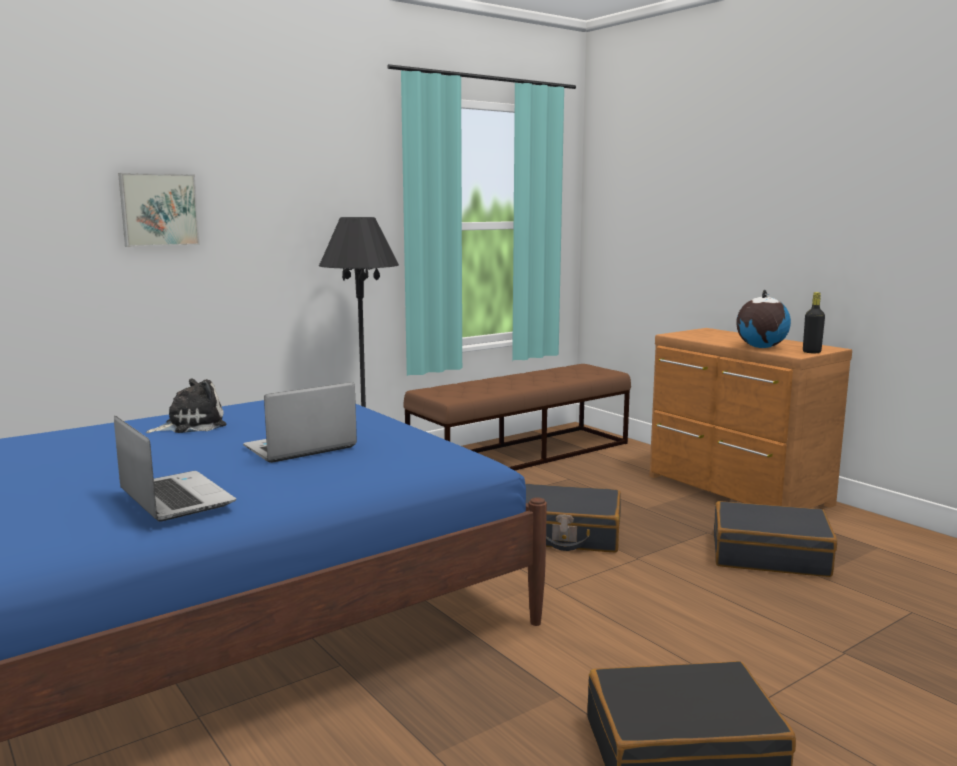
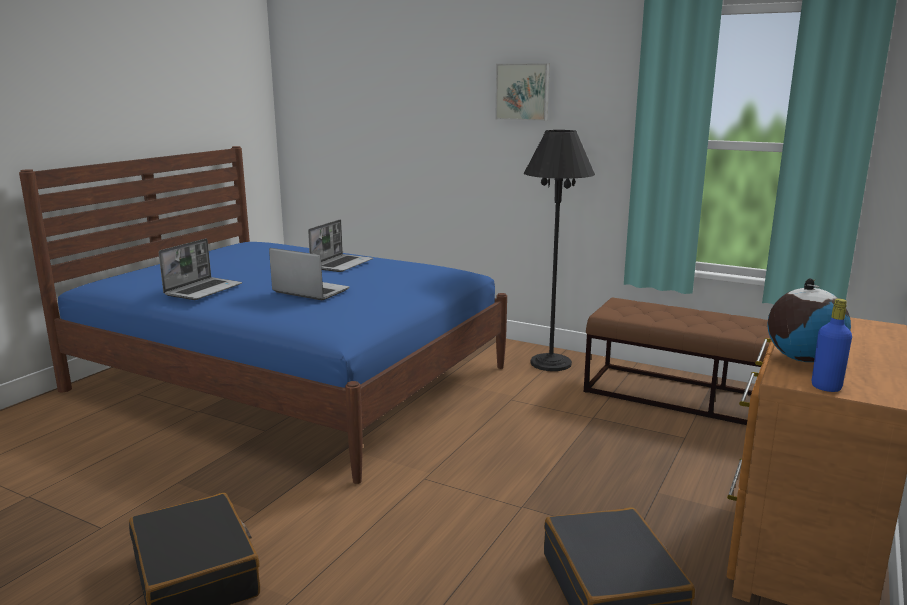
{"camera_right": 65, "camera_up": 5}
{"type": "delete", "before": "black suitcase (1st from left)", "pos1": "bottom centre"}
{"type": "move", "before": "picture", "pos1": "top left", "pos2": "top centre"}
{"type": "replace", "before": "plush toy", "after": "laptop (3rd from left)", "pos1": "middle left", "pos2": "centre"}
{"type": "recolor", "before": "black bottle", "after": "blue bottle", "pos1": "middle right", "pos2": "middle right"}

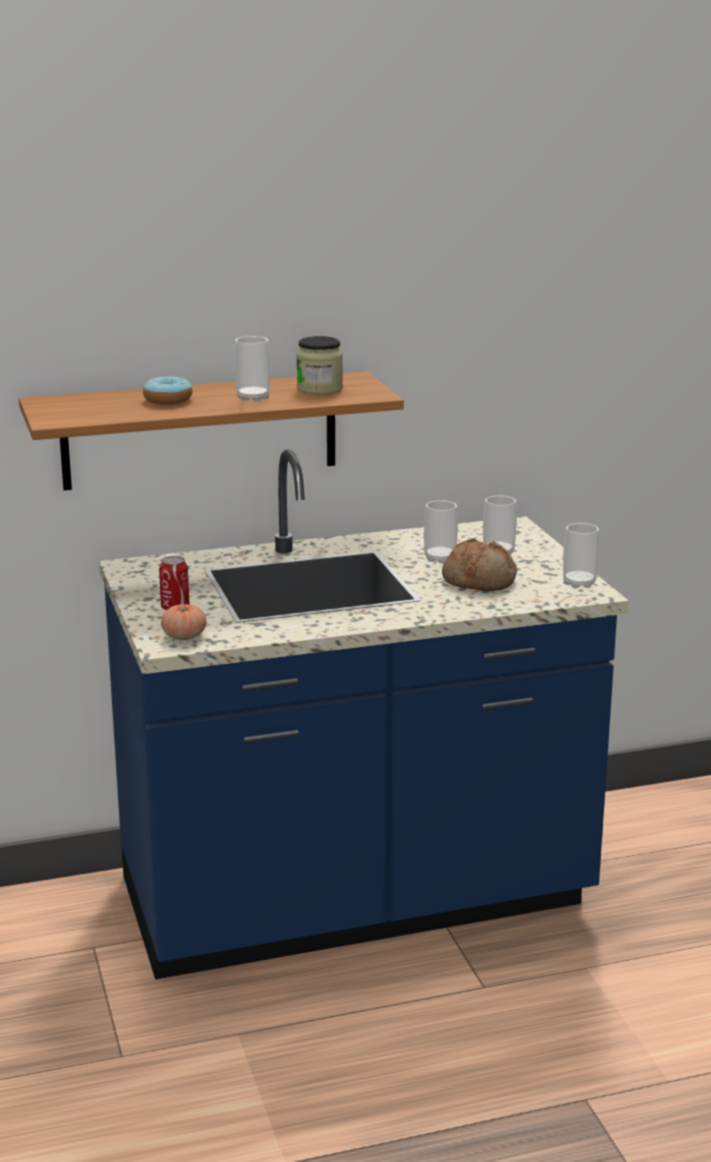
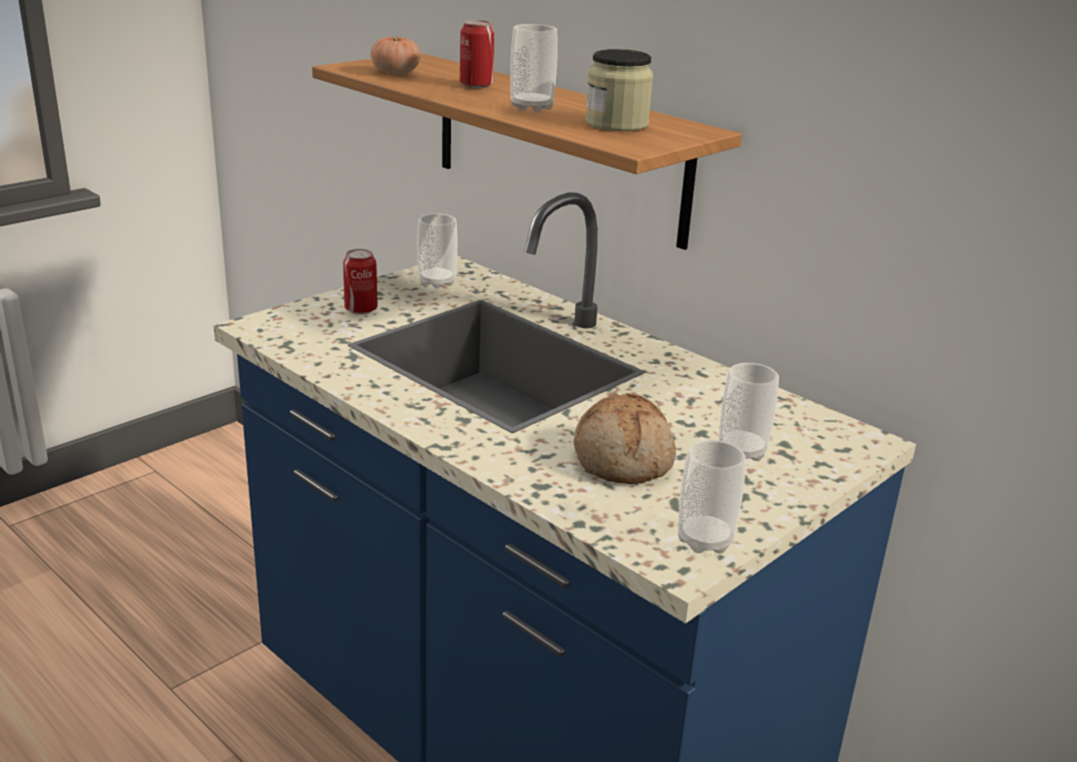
{"camera_right": 60, "camera_up": 5}
{"type": "move", "before": "tomato", "pos1": "middle left", "pos2": "top centre"}
{"type": "move", "before": "cup (2nd from left in the first image)", "after": "cup (1st from left)", "pos1": "centre", "pos2": "top centre"}
{"type": "replace", "before": "donut", "after": "can (2nd from left)", "pos1": "middle left", "pos2": "top centre"}

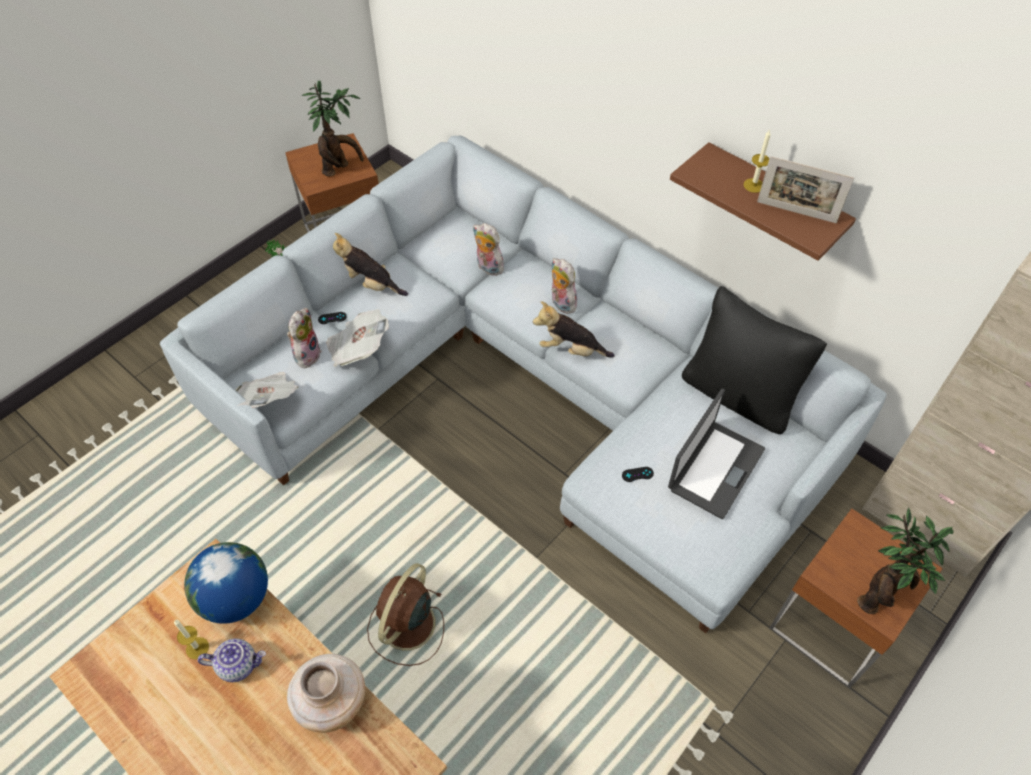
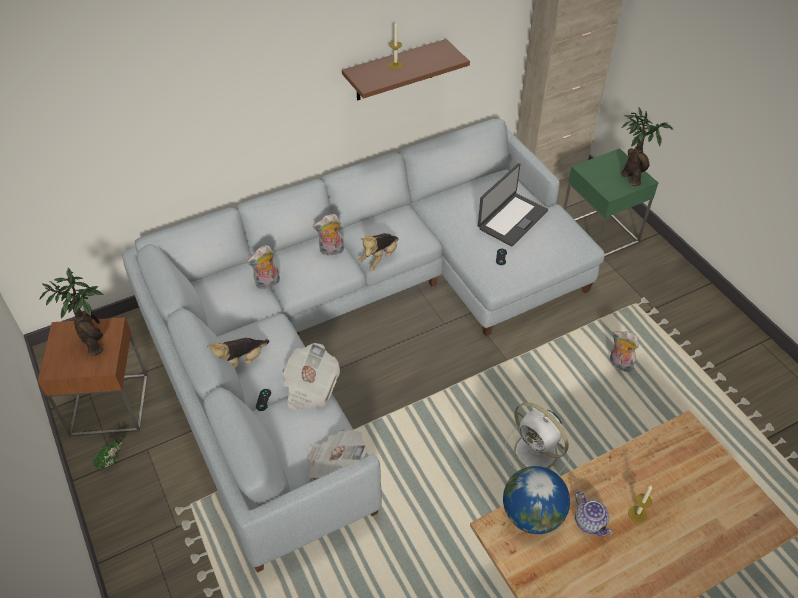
{"camera_right": -70, "camera_up": -5}
{"type": "delete", "before": "beige vase", "pos1": "bottom left"}
{"type": "delete", "before": "black pillow", "pos1": "middle right"}
{"type": "delete", "before": "picture frame", "pos1": "top right"}
{"type": "move", "before": "candle (1st from left in the first image)", "after": "candle (2nd from left)", "pos1": "bottom left", "pos2": "bottom right"}
{"type": "move", "before": "plush toy (1st from left in the first image)", "after": "plush toy (5th from left)", "pos1": "middle left", "pos2": "middle right"}
{"type": "recolor", "before": "brown fan", "after": "white fan", "pos1": "bottom centre", "pos2": "bottom right"}
{"type": "recolor", "before": "brown side table (2nd from left)", "after": "green side table", "pos1": "bottom right", "pos2": "middle right"}
{"type": "rotate", "before": "teapot", "pos1": "bottom left", "pos2": "bottom right", "turn": 135}
{"type": "rotate", "before": "laptop", "pos1": "middle right", "pos2": "centre", "turn": 75}

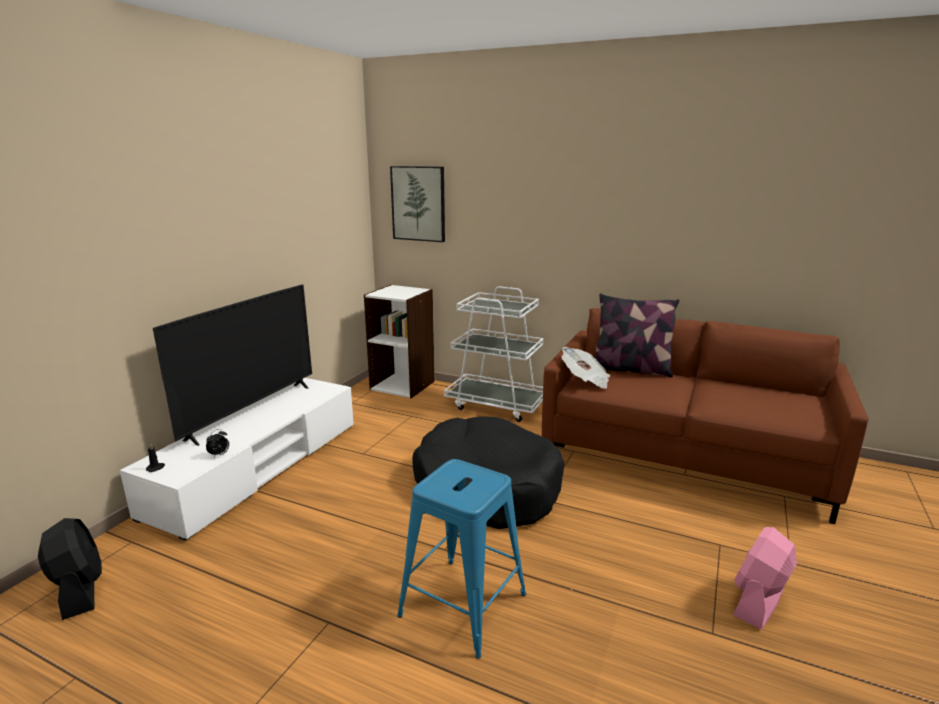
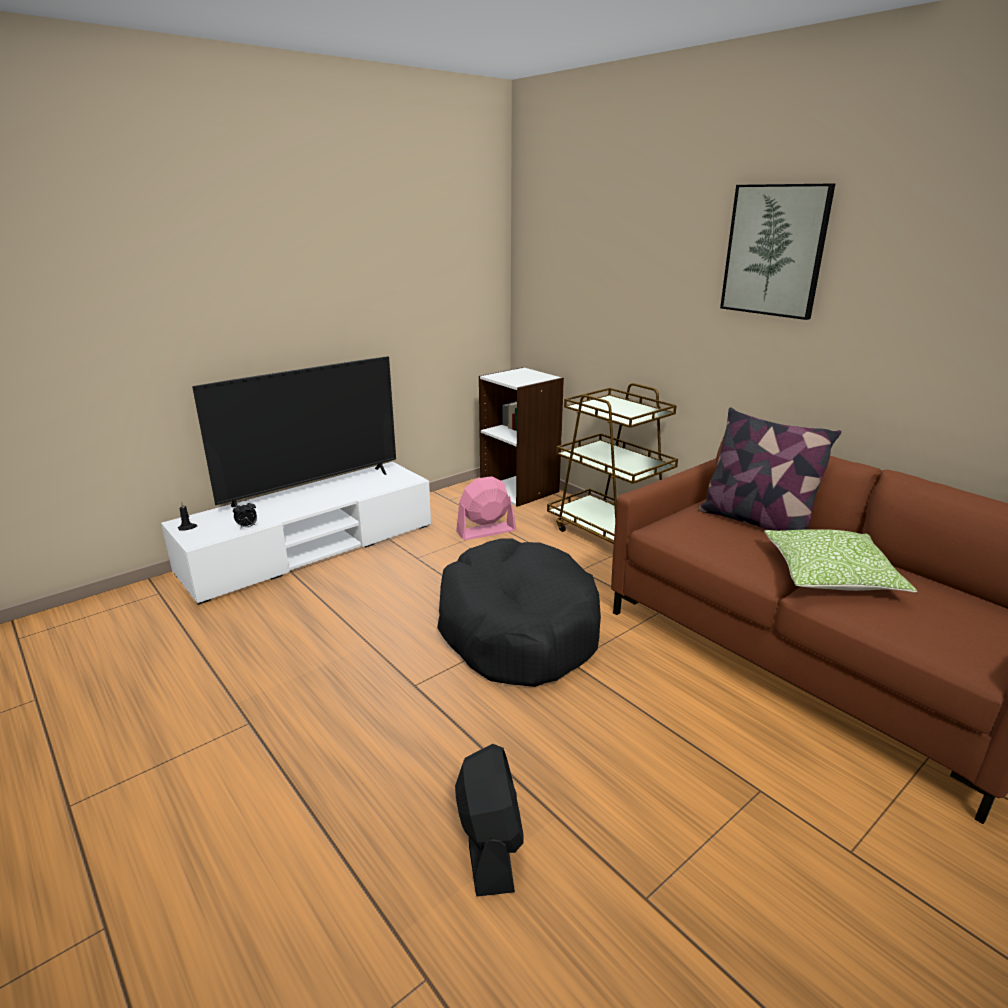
{"camera_right": 25, "camera_up": 5}
{"type": "delete", "before": "blue stool", "pos1": "bottom centre"}
{"type": "delete", "before": "newspaper", "pos1": "centre"}
{"type": "insert", "after": "pillow (2nd from left)", "pos2": "middle right"}
{"type": "move", "before": "black fan", "pos1": "bottom left", "pos2": "bottom centre"}
{"type": "move", "before": "picture", "pos1": "top centre", "pos2": "top right"}
{"type": "move", "before": "pink fan", "pos1": "bottom right", "pos2": "centre"}
{"type": "recolor", "before": "white cart", "after": "brown cart", "pos1": "centre", "pos2": "centre"}

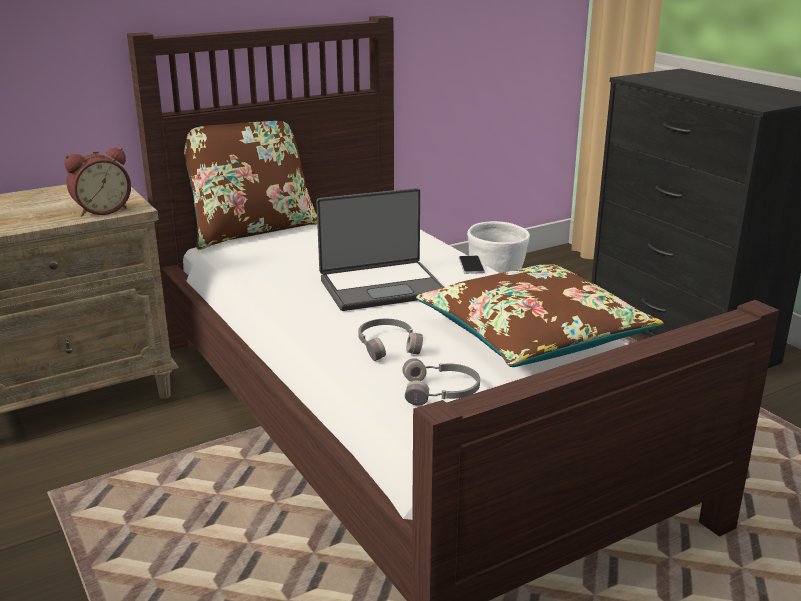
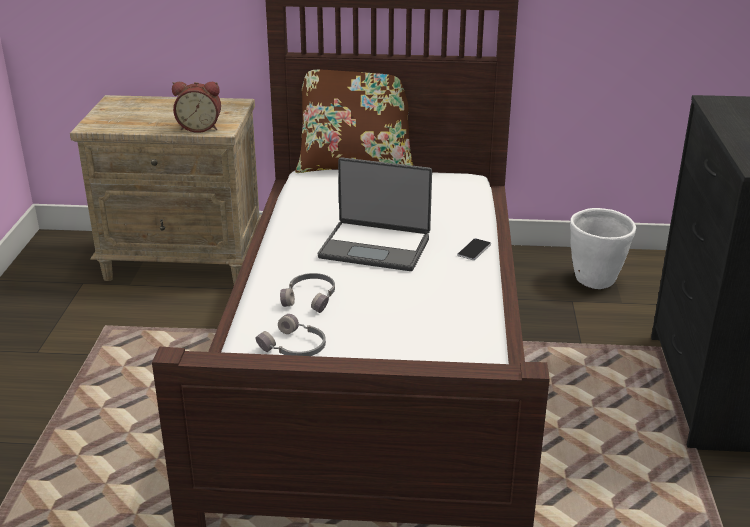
{"camera_right": 35, "camera_up": 5}
{"type": "delete", "before": "brown pillow (2nd from left)", "pos1": "middle right"}

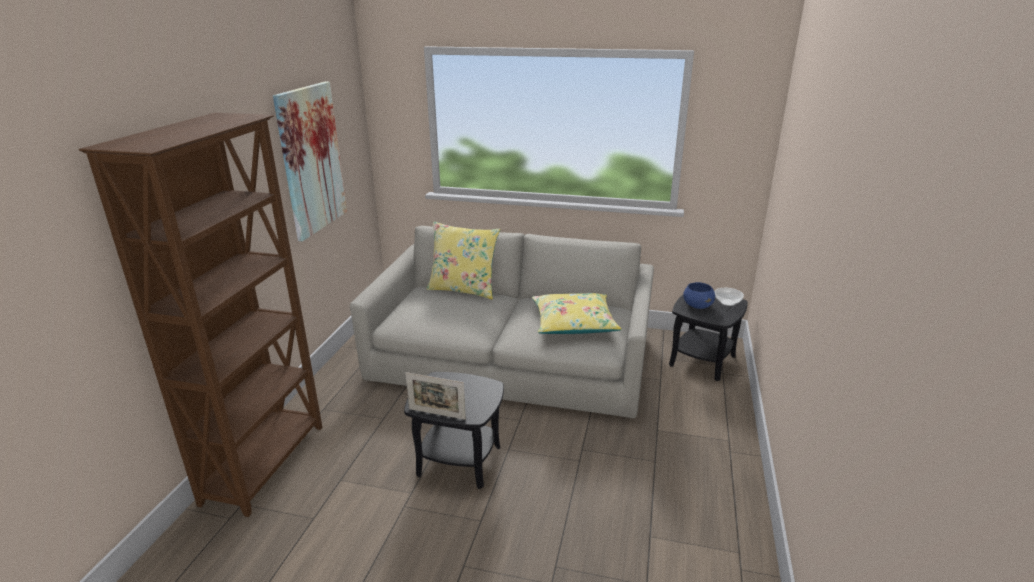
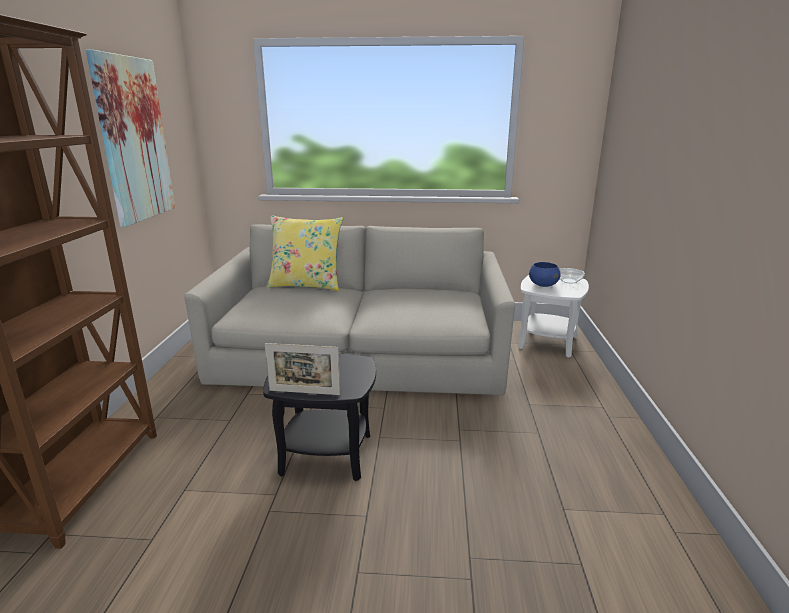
{"camera_right": -10, "camera_up": -5}
{"type": "delete", "before": "yellow pillow (2nd from left)", "pos1": "centre"}
{"type": "recolor", "before": "black side table (2nd from left)", "after": "white side table", "pos1": "middle right", "pos2": "middle right"}

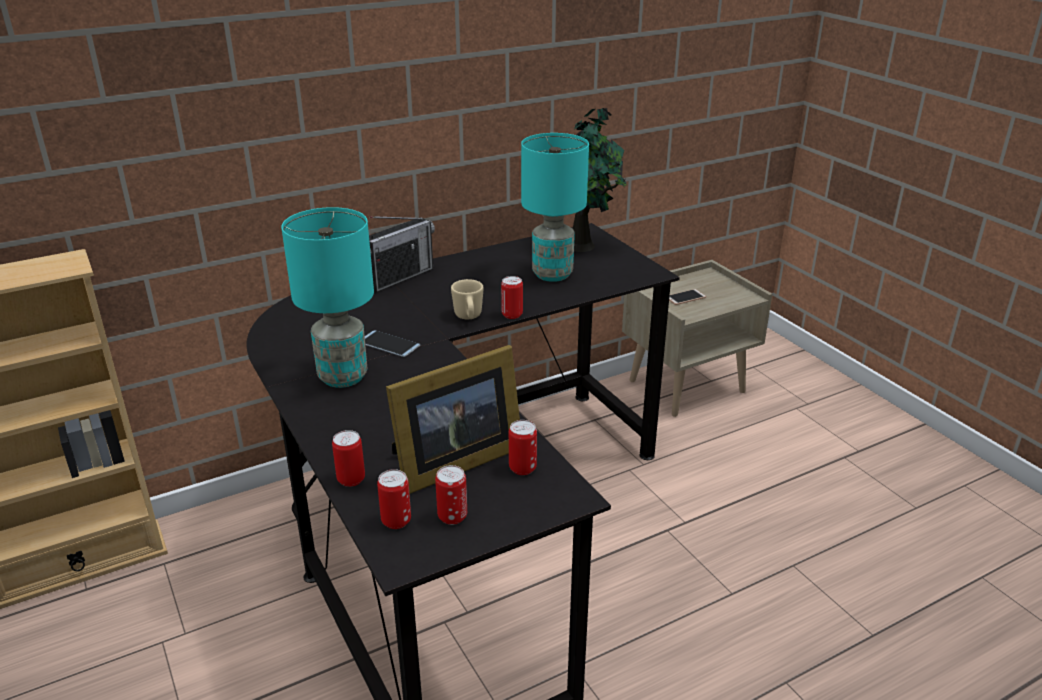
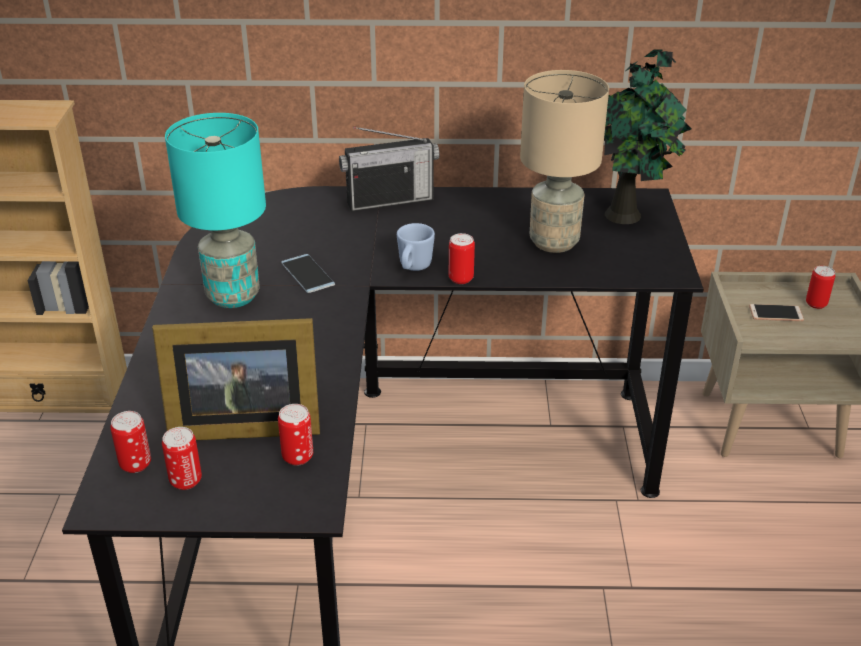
{"camera_right": 30, "camera_up": 5}
{"type": "move", "before": "can (1st from left in the first image)", "after": "can (5th from left)", "pos1": "centre", "pos2": "middle right"}
{"type": "recolor", "before": "beige mug", "after": "blue mug", "pos1": "centre", "pos2": "centre"}
{"type": "recolor", "before": "turquoise table lamp (2nd from left)", "after": "beige table lamp", "pos1": "top centre", "pos2": "top centre"}

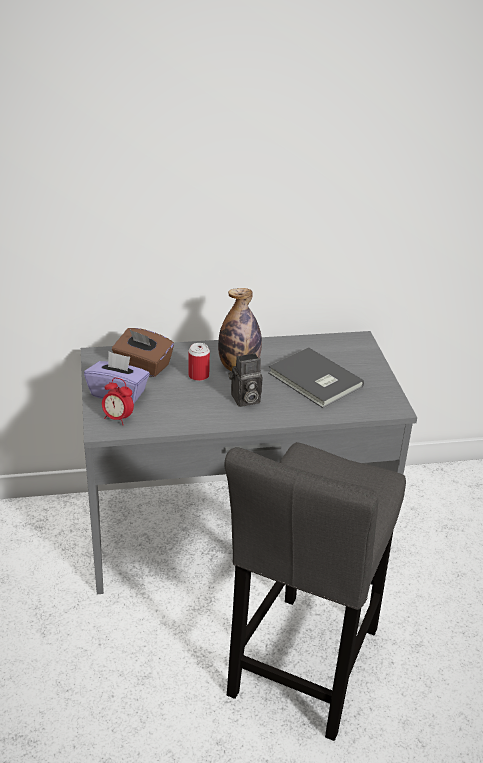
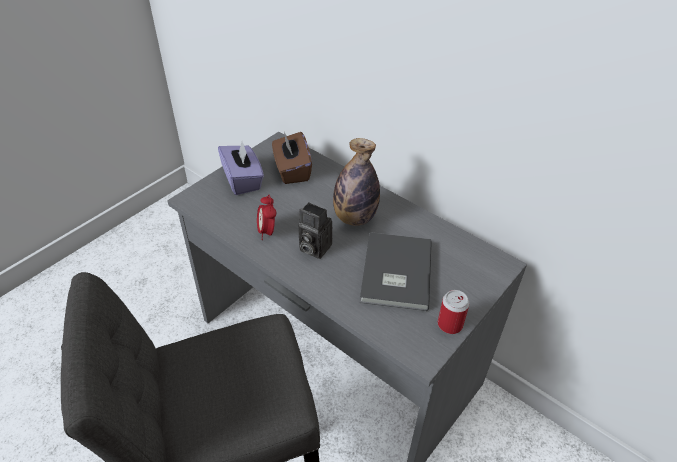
{"camera_right": 50, "camera_up": 10}
{"type": "move", "before": "alarm clock", "pos1": "middle left", "pos2": "centre"}
{"type": "move", "before": "can", "pos1": "centre", "pos2": "bottom right"}

